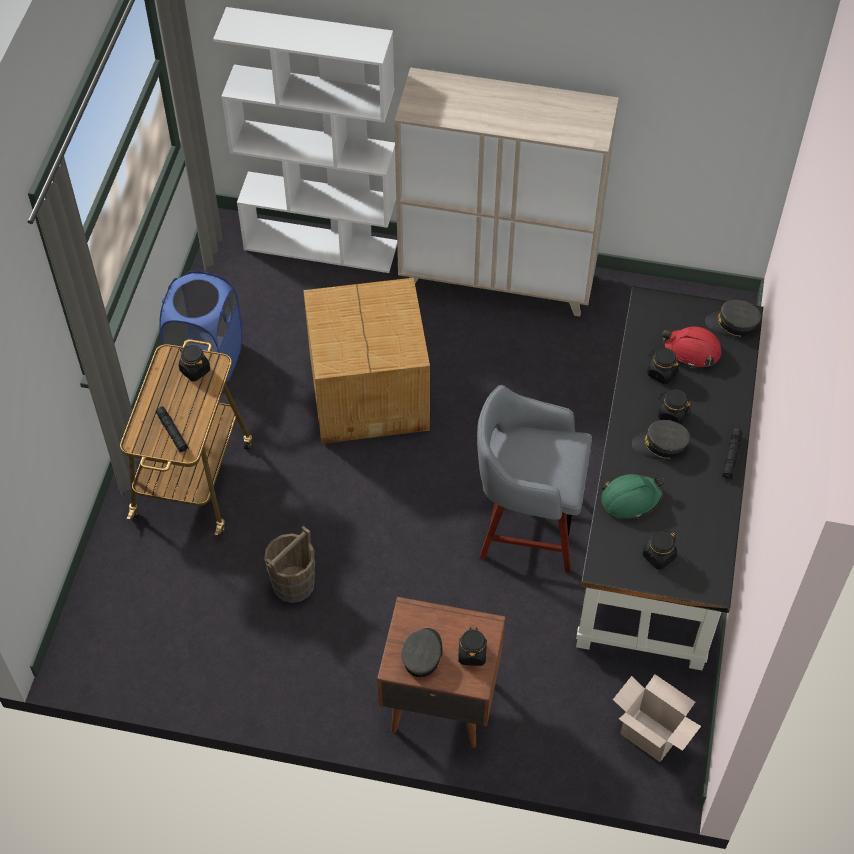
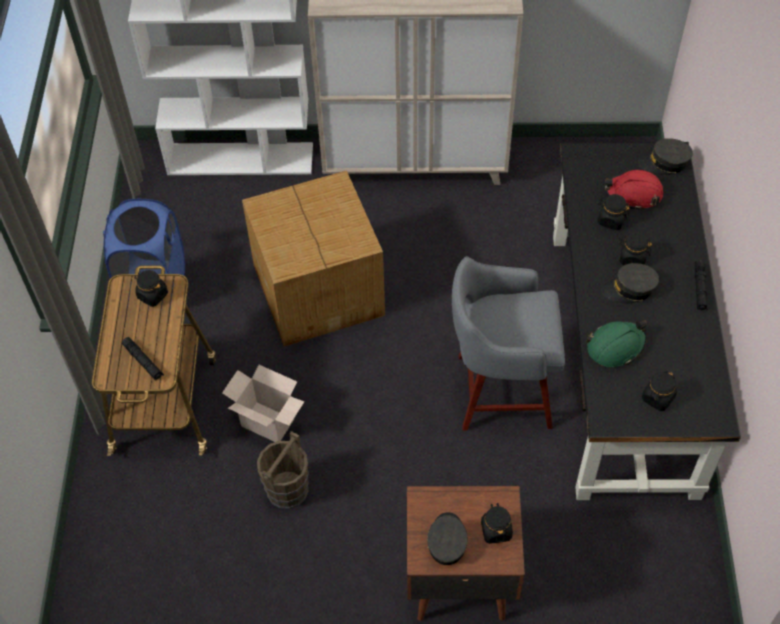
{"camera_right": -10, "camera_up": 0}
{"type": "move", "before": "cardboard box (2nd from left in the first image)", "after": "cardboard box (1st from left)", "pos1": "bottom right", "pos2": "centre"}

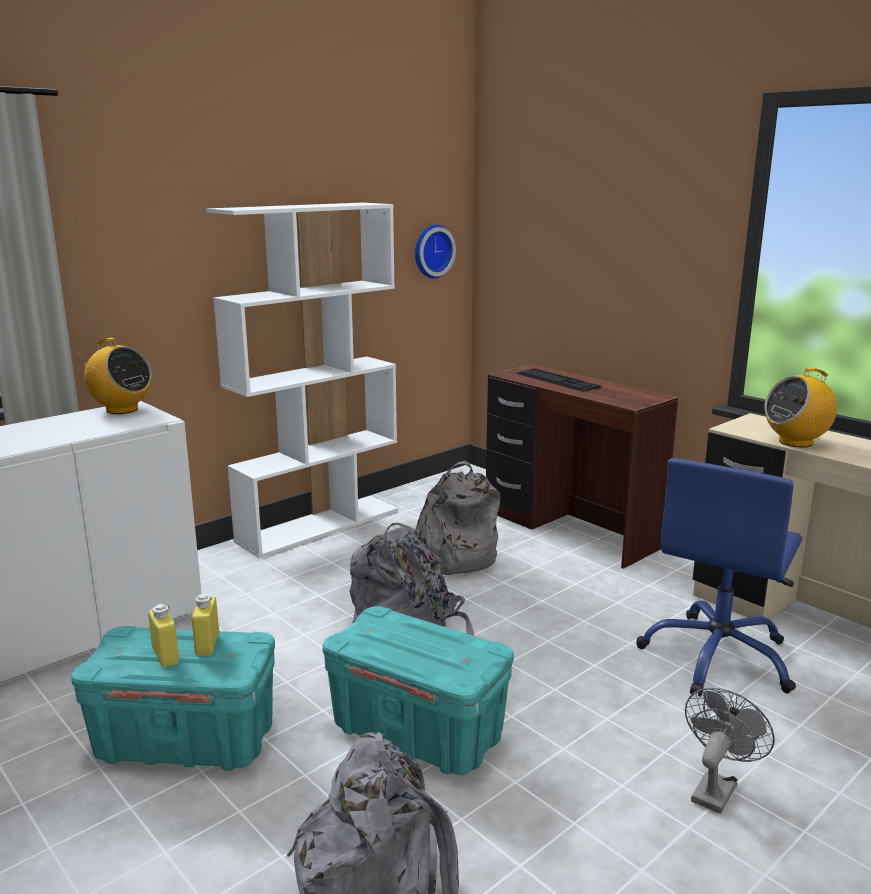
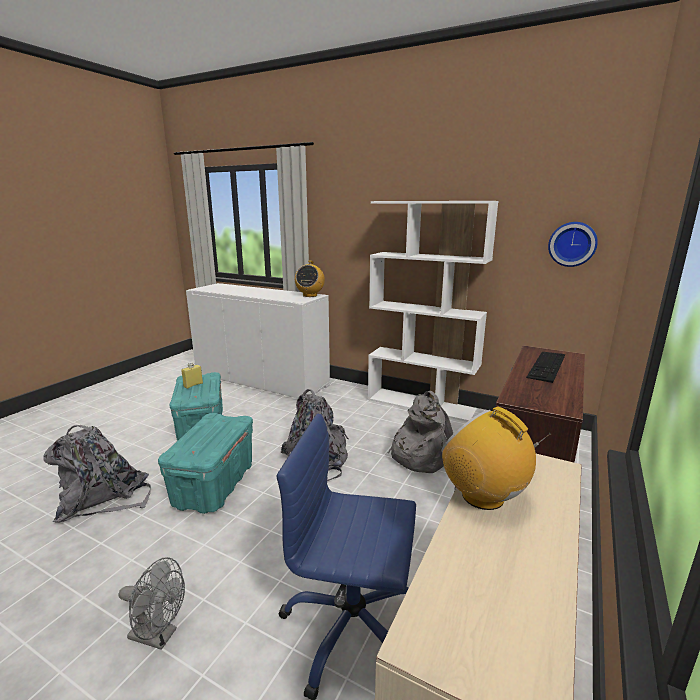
{"camera_right": 70, "camera_up": 0}
{"type": "delete", "before": "yellow bottle (2nd from left)", "pos1": "bottom left"}

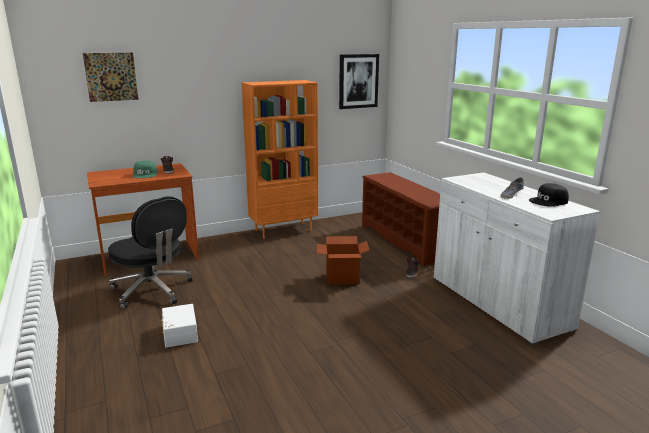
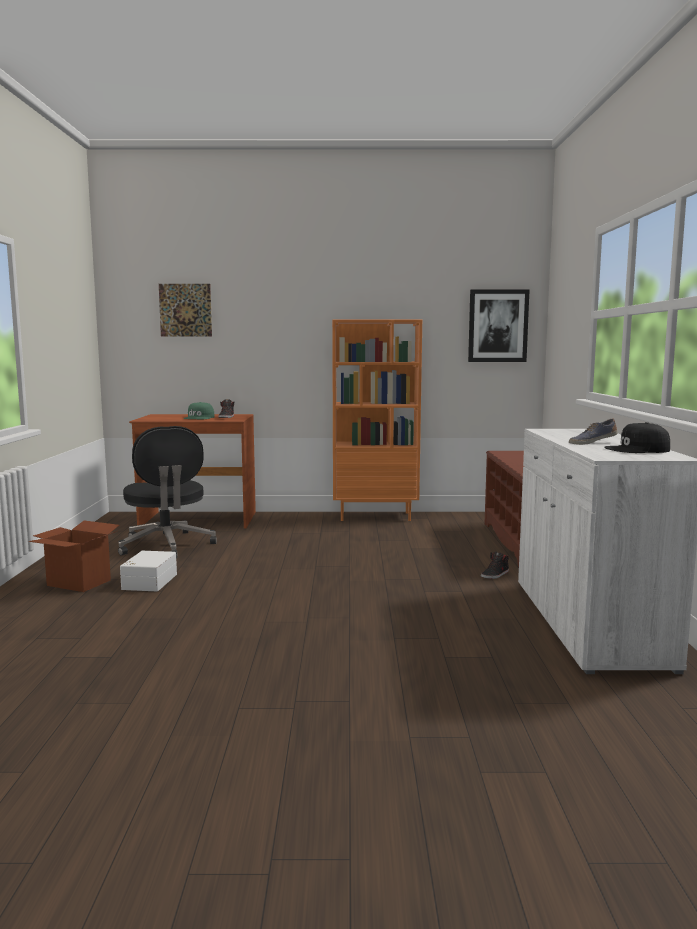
{"camera_right": 25, "camera_up": -10}
{"type": "move", "before": "cardboard box", "pos1": "centre", "pos2": "middle left"}

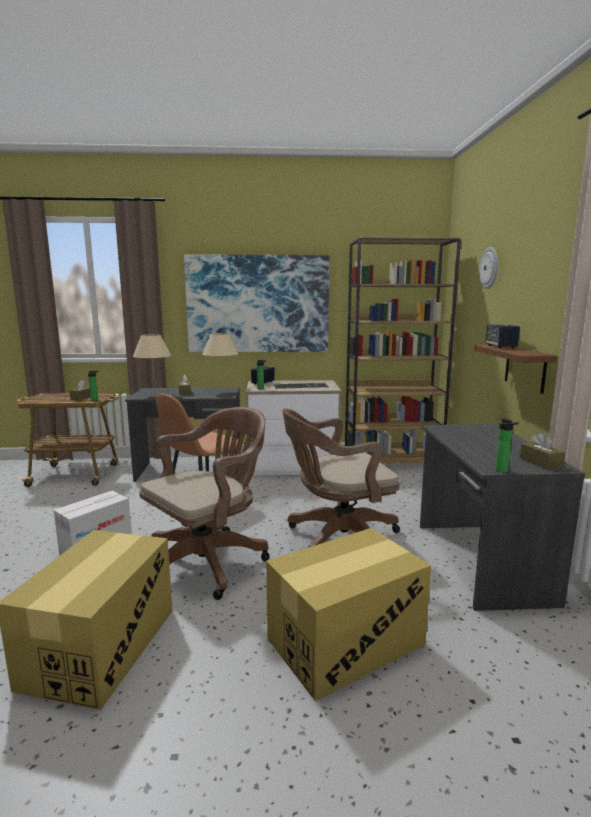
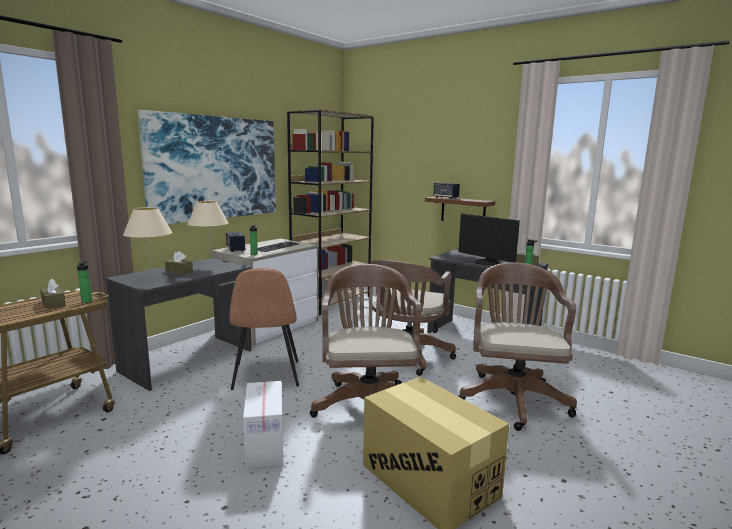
{"camera_right": -50, "camera_up": 0}
{"type": "delete", "before": "wall clock", "pos1": "top right"}
{"type": "insert", "after": "monitor", "pos2": "middle right"}
{"type": "replace", "before": "cardboard box (3rd from left)", "after": "brown office chair (3rd from left)", "pos1": "bottom centre", "pos2": "middle right"}

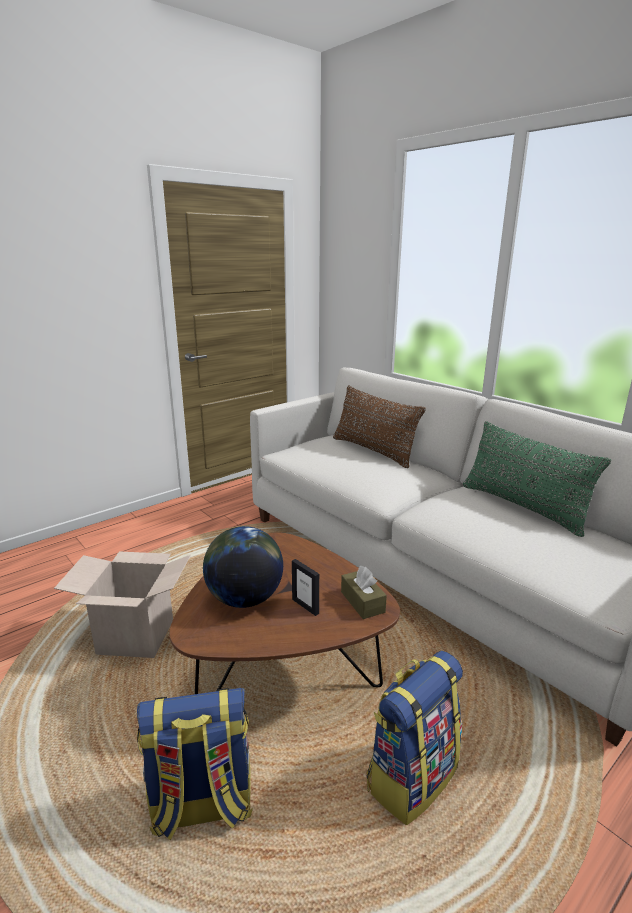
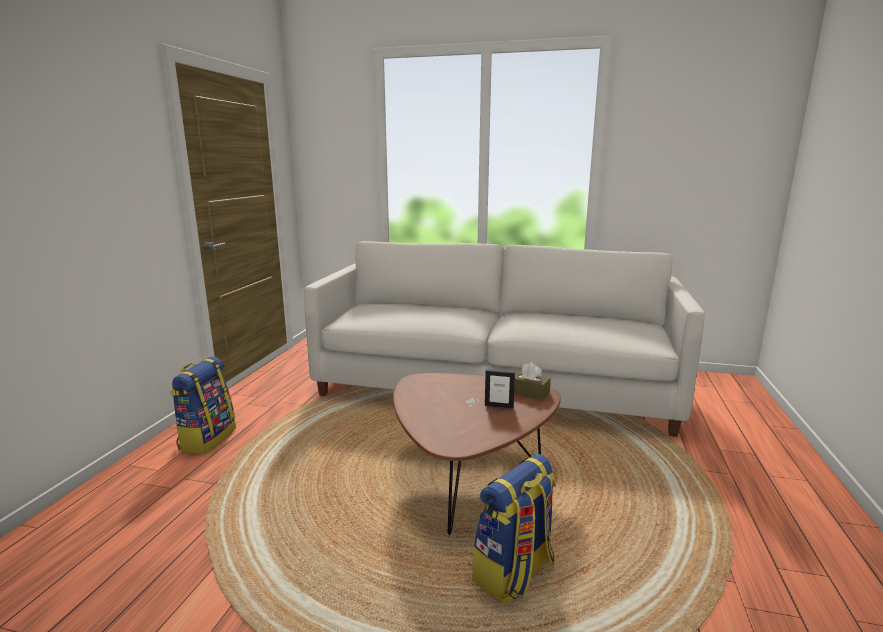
{"camera_right": -35, "camera_up": -5}
{"type": "delete", "before": "cardboard box", "pos1": "middle left"}
{"type": "delete", "before": "globe", "pos1": "centre"}
{"type": "delete", "before": "brown pillow", "pos1": "centre"}
{"type": "delete", "before": "green pillow", "pos1": "middle right"}
{"type": "move", "before": "backpack (2nd from left in the first image)", "after": "backpack (1st from left)", "pos1": "bottom centre", "pos2": "middle left"}

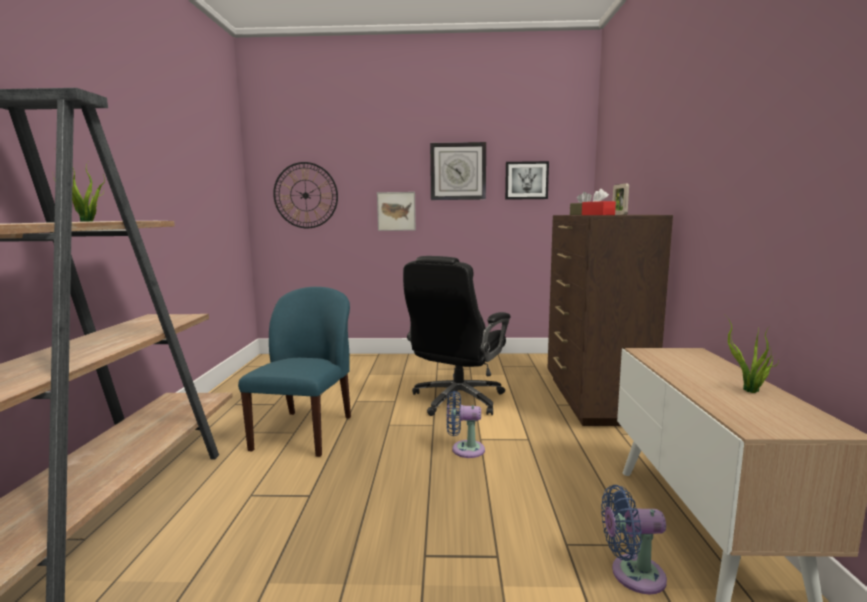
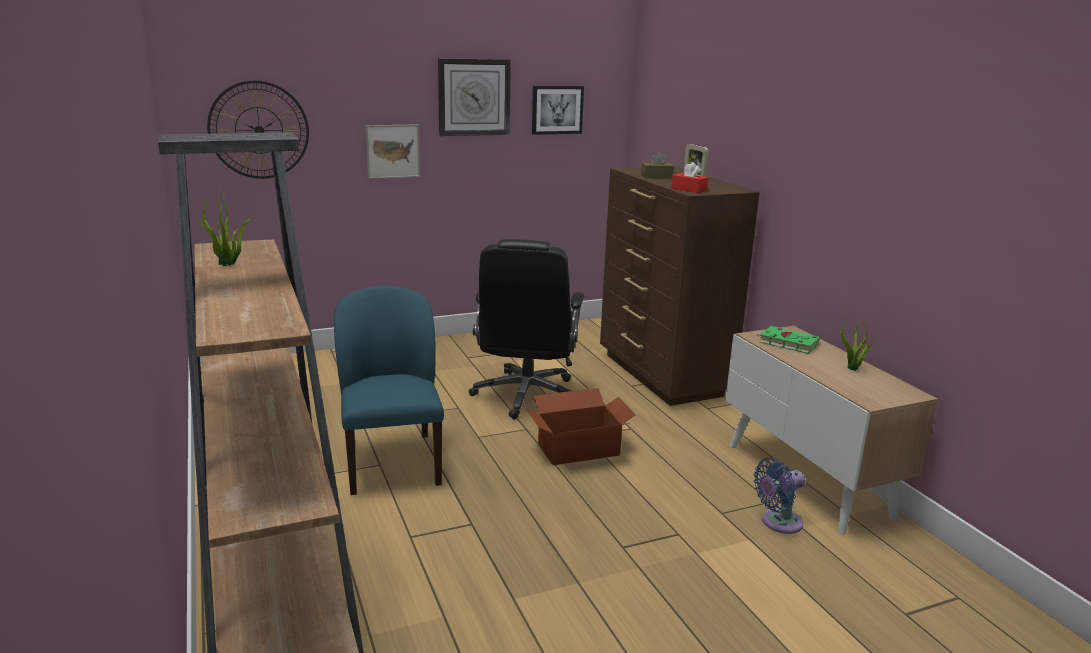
{"camera_right": -25, "camera_up": 10}
{"type": "insert", "after": "green book", "pos2": "middle right"}
{"type": "replace", "before": "blue fan (1st from left)", "after": "cardboard box", "pos1": "bottom centre", "pos2": "centre"}

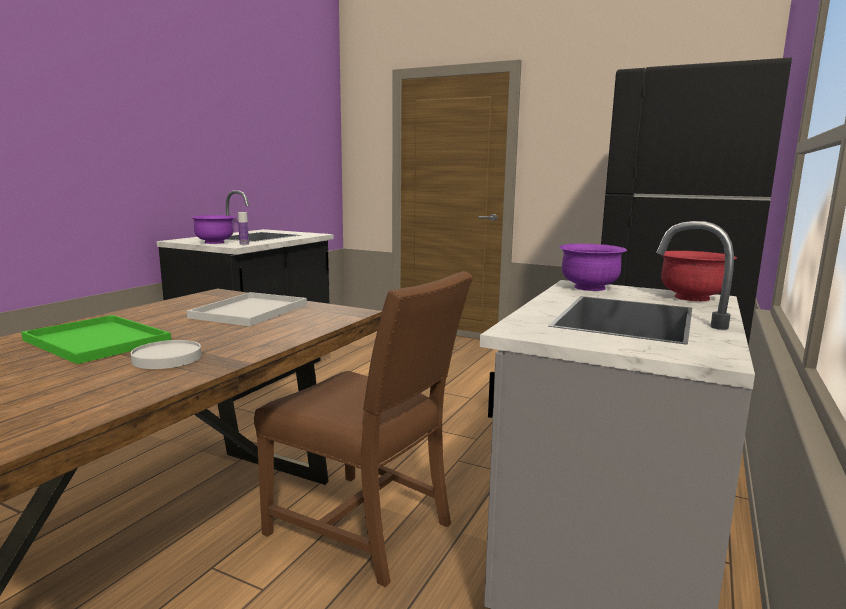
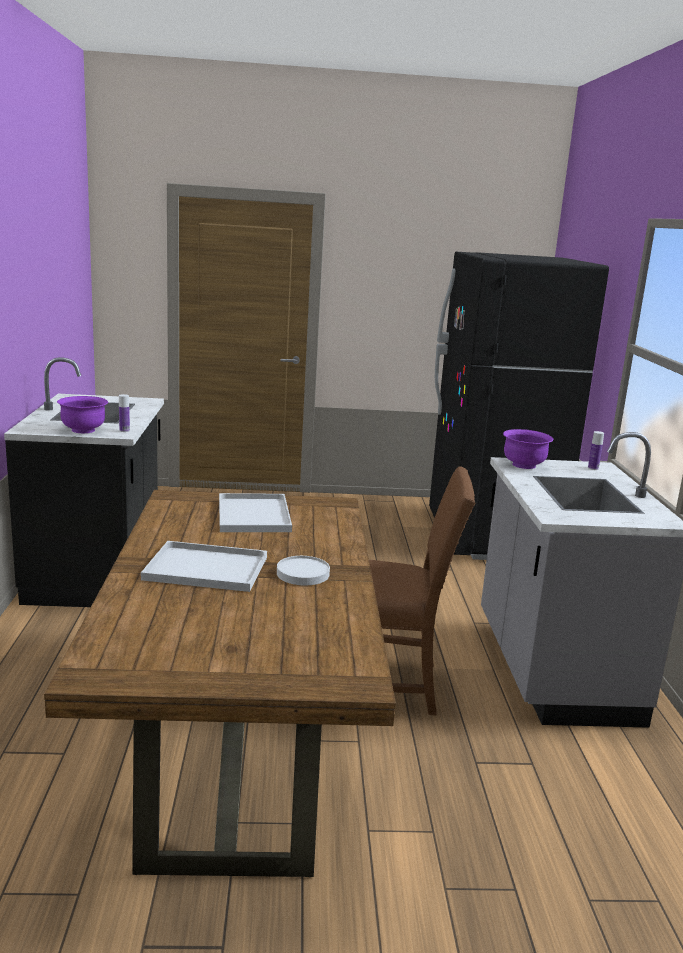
{"camera_right": -30, "camera_up": 5}
{"type": "replace", "before": "red bowl", "after": "bottle (2nd from left)", "pos1": "middle right", "pos2": "middle right"}
{"type": "recolor", "before": "green tray", "after": "white tray (1st from left)", "pos1": "middle left", "pos2": "middle left"}

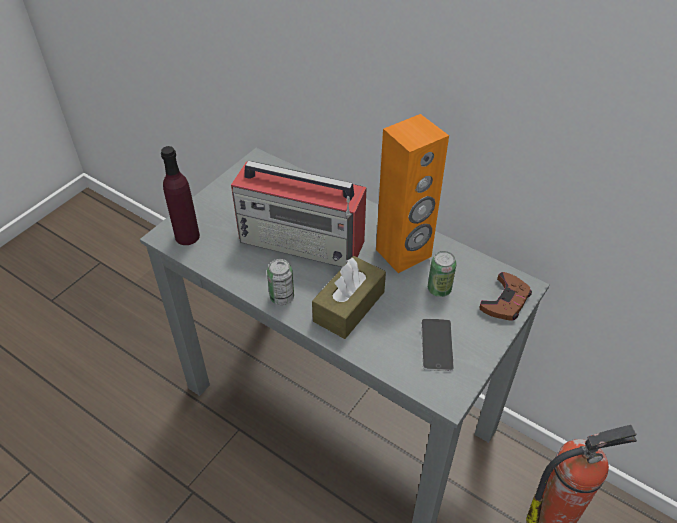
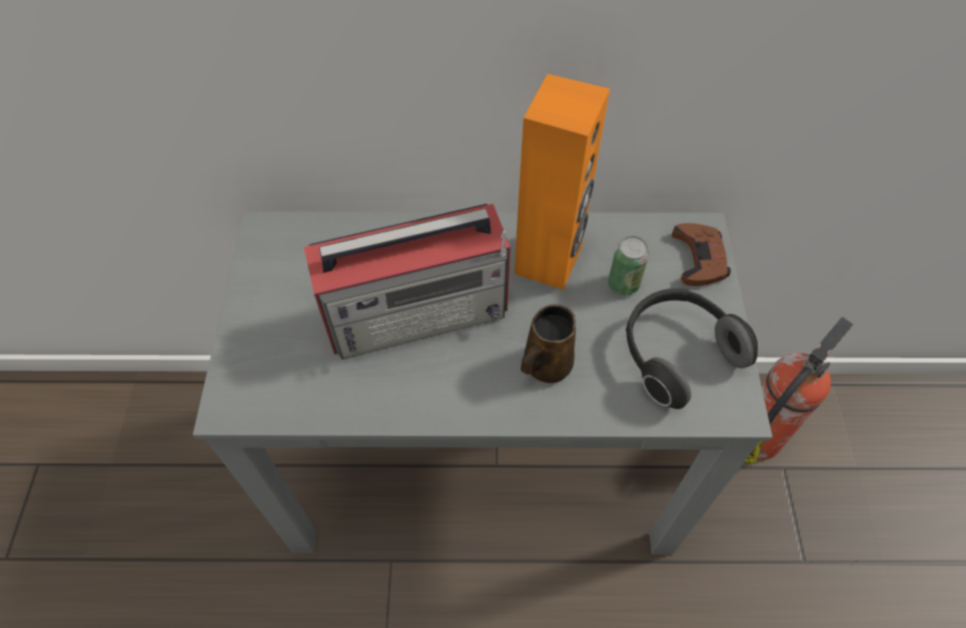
{"camera_right": -35, "camera_up": 10}
{"type": "delete", "before": "purple bottle", "pos1": "middle left"}
{"type": "delete", "before": "can (1st from left)", "pos1": "centre"}
{"type": "replace", "before": "brown tissue box", "after": "brown mug", "pos1": "centre", "pos2": "centre"}
{"type": "replace", "before": "phone", "after": "headphones", "pos1": "centre", "pos2": "middle right"}

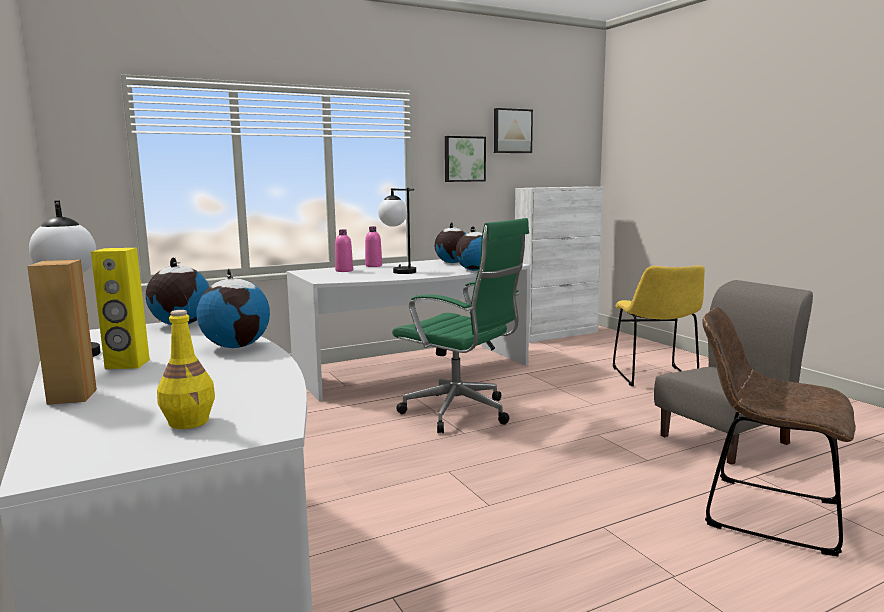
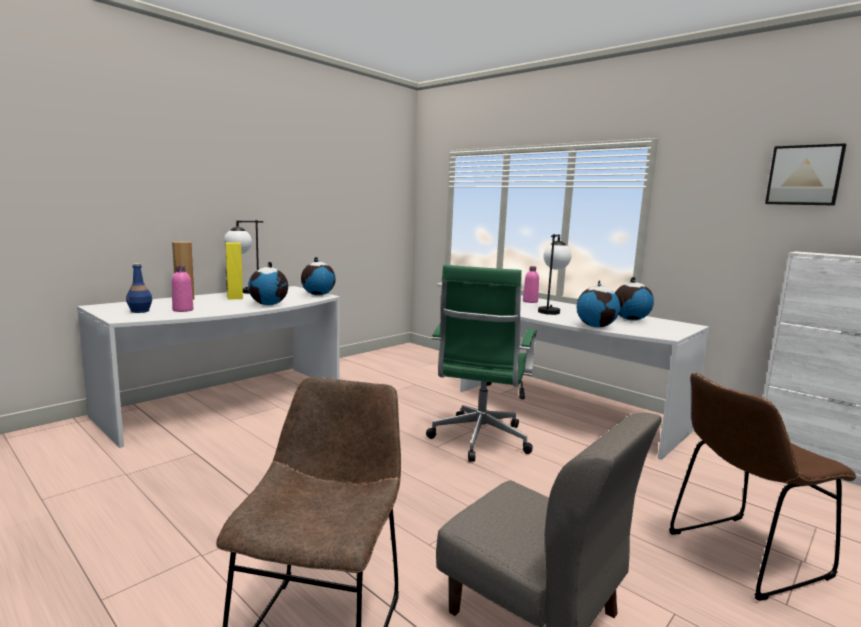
{"camera_right": 70, "camera_up": 0}
{"type": "delete", "before": "picture (1st from left)", "pos1": "top centre"}
{"type": "move", "before": "pink bottle (2nd from left in the first image)", "after": "pink bottle (1st from left)", "pos1": "centre", "pos2": "middle left"}
{"type": "recolor", "before": "yellow bottle", "after": "blue bottle", "pos1": "middle left", "pos2": "middle left"}
{"type": "recolor", "before": "yellow chair", "after": "brown chair (2nd from left)", "pos1": "middle right", "pos2": "bottom right"}

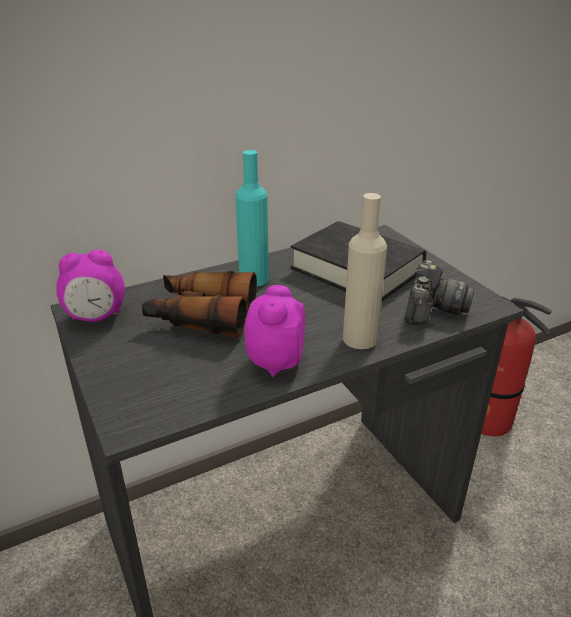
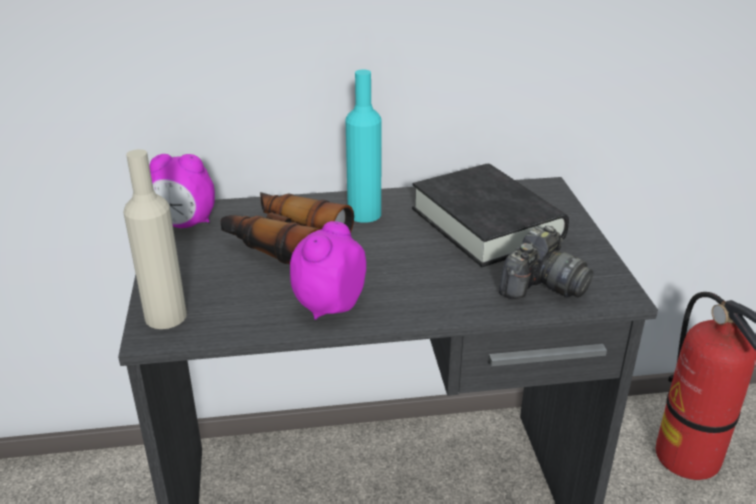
{"camera_right": 20, "camera_up": 0}
{"type": "move", "before": "beige bottle", "pos1": "centre", "pos2": "middle left"}

